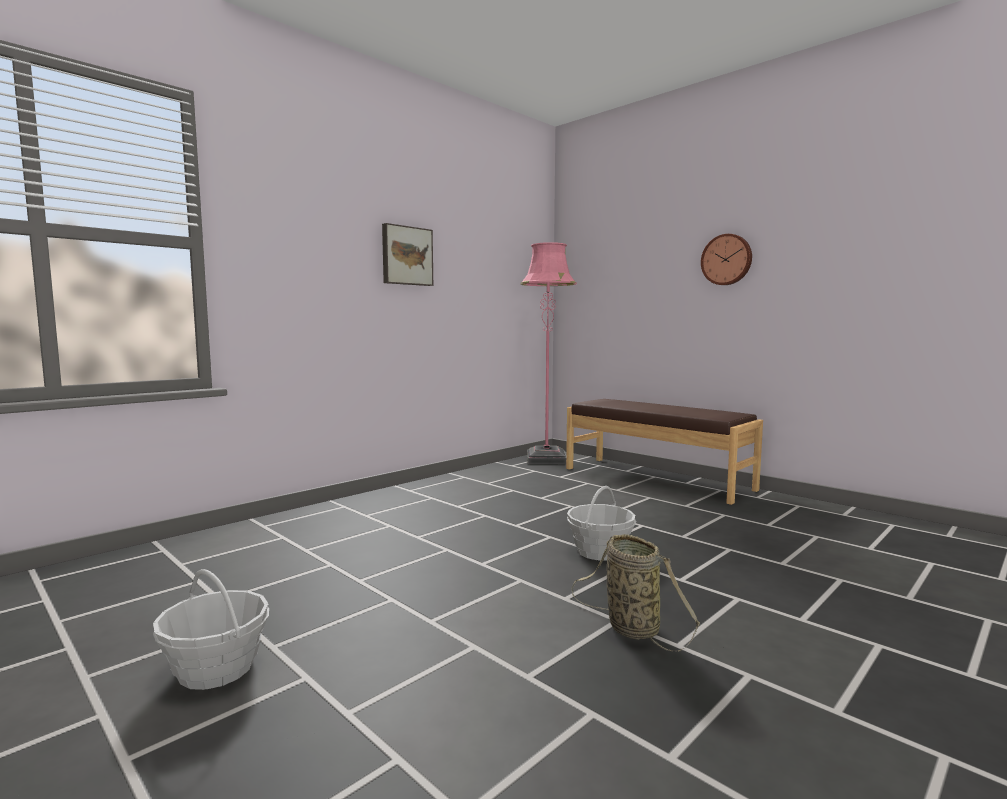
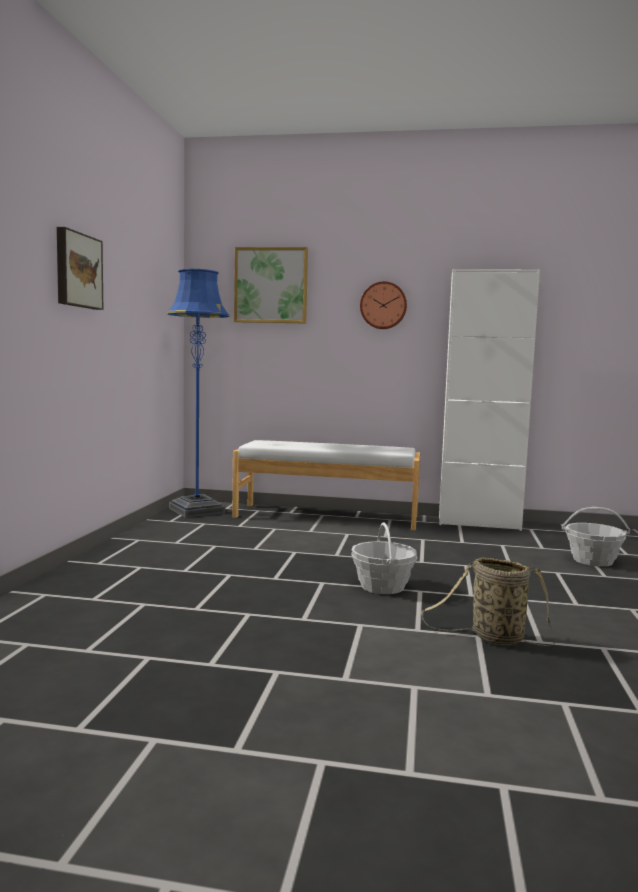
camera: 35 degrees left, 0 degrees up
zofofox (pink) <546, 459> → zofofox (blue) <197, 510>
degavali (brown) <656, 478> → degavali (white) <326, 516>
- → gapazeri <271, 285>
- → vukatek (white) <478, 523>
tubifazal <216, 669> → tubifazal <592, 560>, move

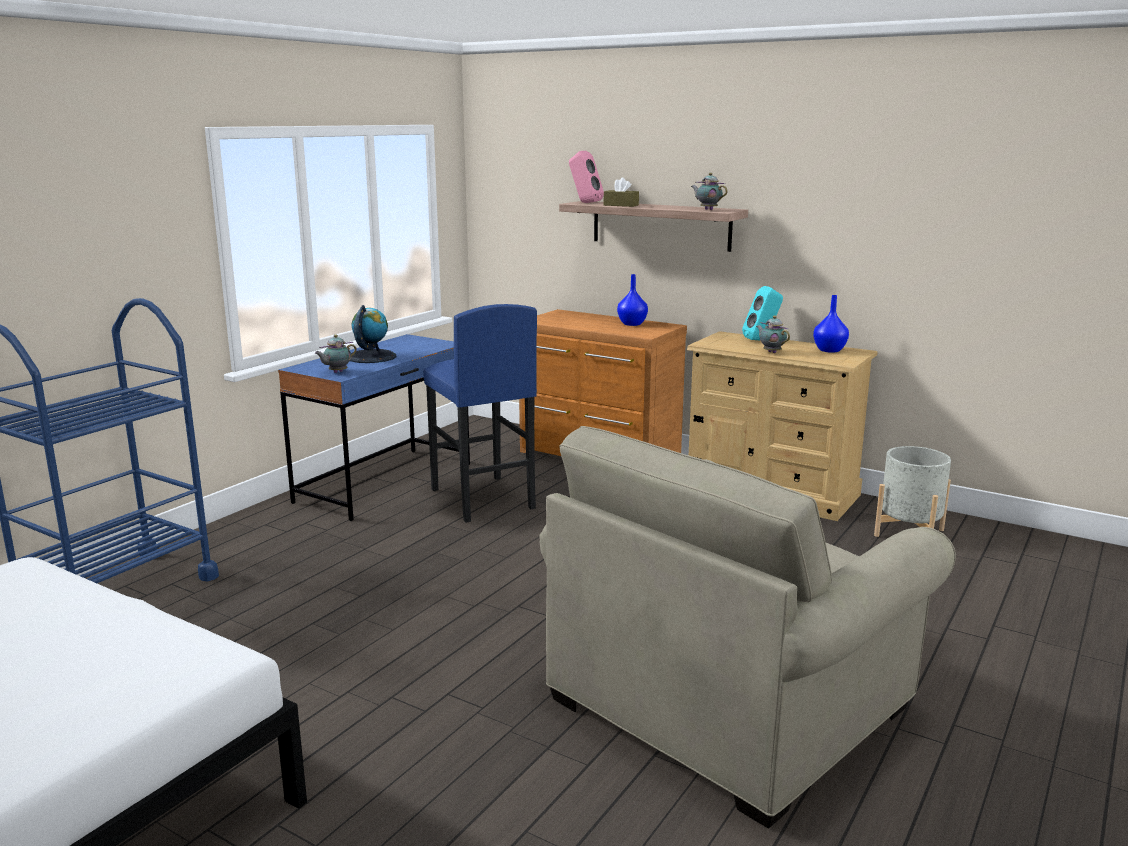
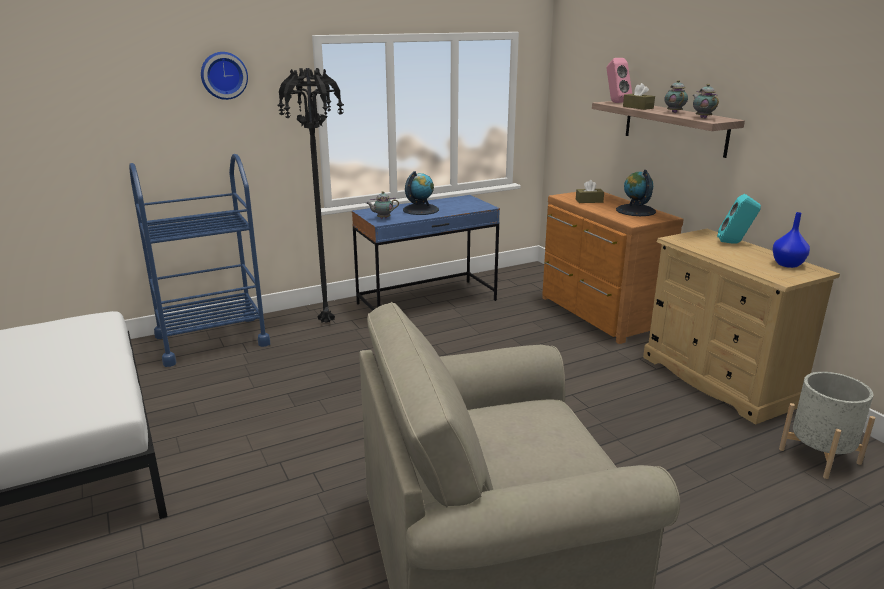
camera: 30 degrees right, 5 degrees up
- → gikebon <223, 75>
- → zofofox (black) <325, 322>
- → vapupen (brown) <589, 201>
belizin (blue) <631, 324> → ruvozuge <635, 210>
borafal <771, 352> → borafal <674, 112>, move
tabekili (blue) <482, 499> → -

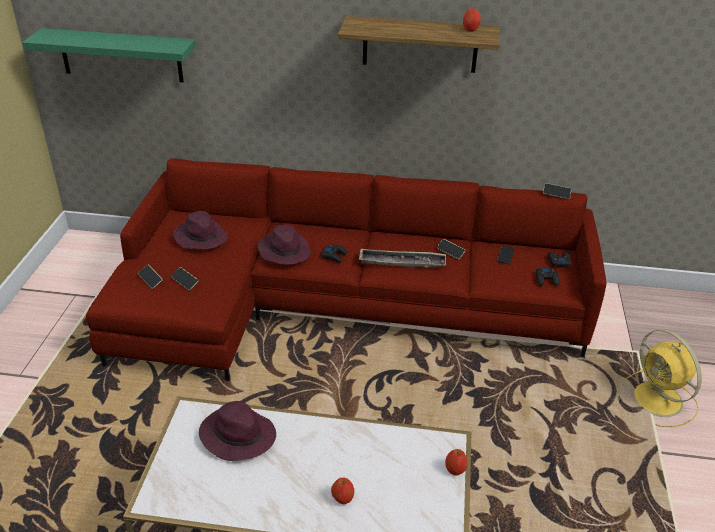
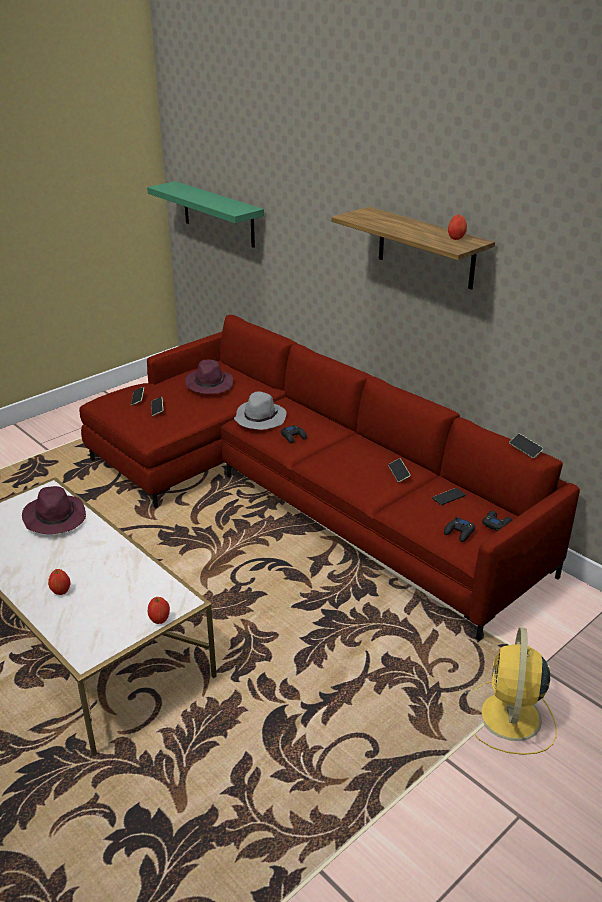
camera: 40 degrees right, 5 degrees down
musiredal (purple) <284, 251> → musiredal (grey) <259, 418>
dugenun <402, 262> → -

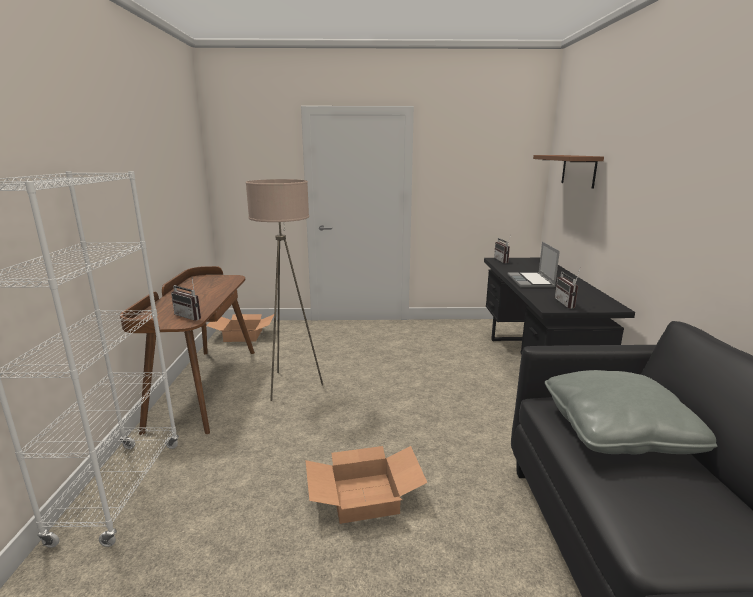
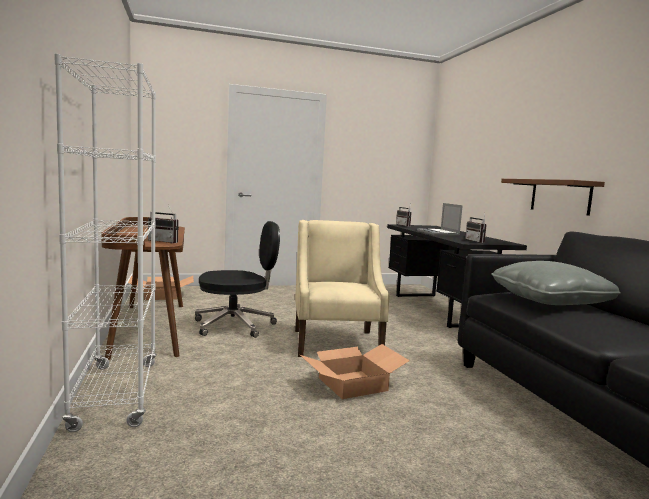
camera: 15 degrees left, 10 degrees down
zofofox (beige) <290, 385> → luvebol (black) <236, 325>
- → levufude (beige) <336, 343>
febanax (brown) <578, 170> → febanax (brown) <560, 196>, move

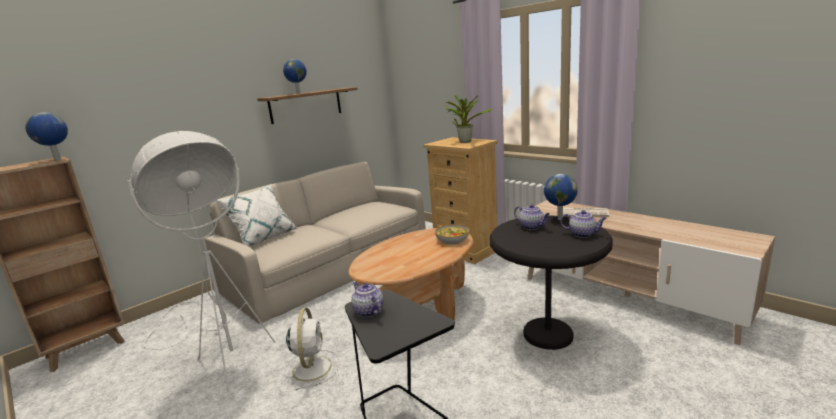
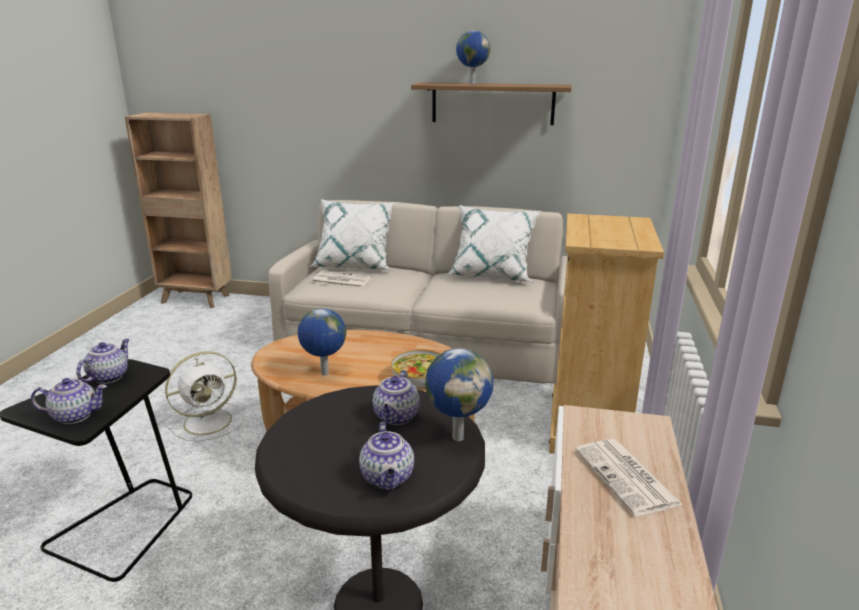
camera: 55 degrees right, 5 degrees up
- → borafal <74, 416>
ruvozuge <58, 160> → ruvozuge <324, 373>, move
- → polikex <340, 280>
- → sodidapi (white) <492, 275>
zofofox (white) <219, 351> → -
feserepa <465, 141> → -

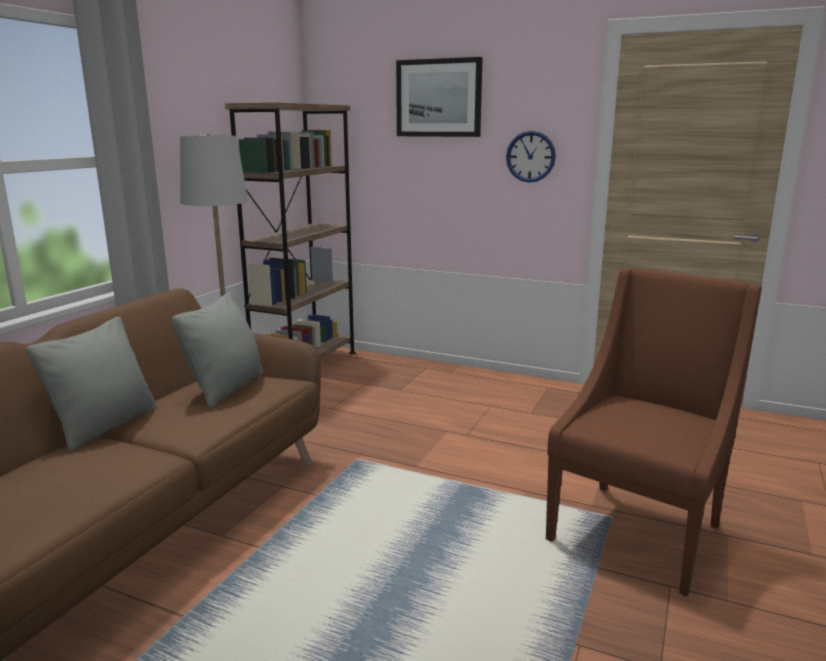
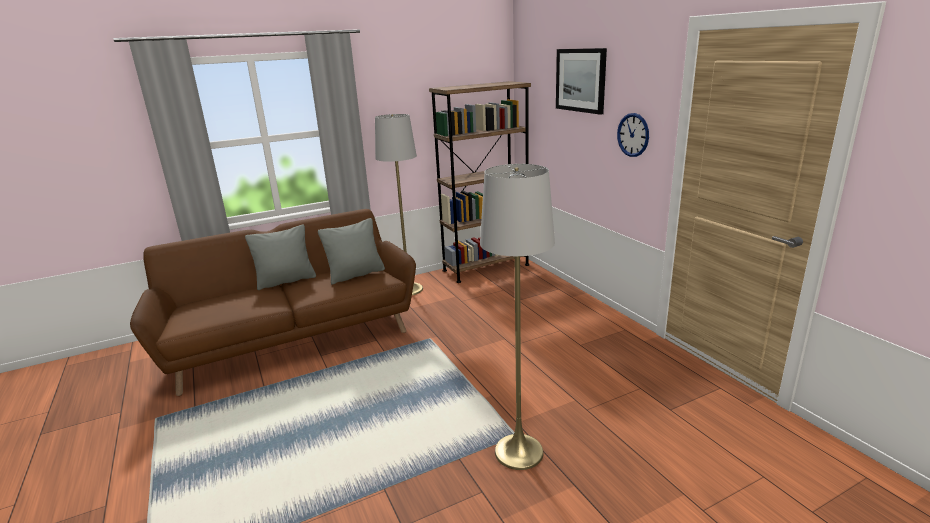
camera: 40 degrees right, 5 degrees up
levufude (brown) <638, 531> → zofofox (grey) <519, 452>

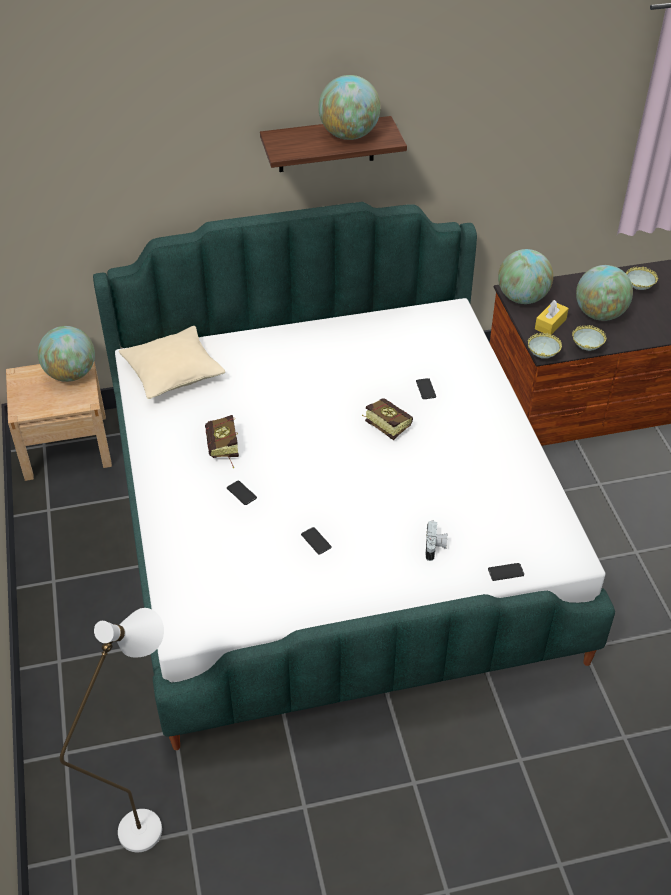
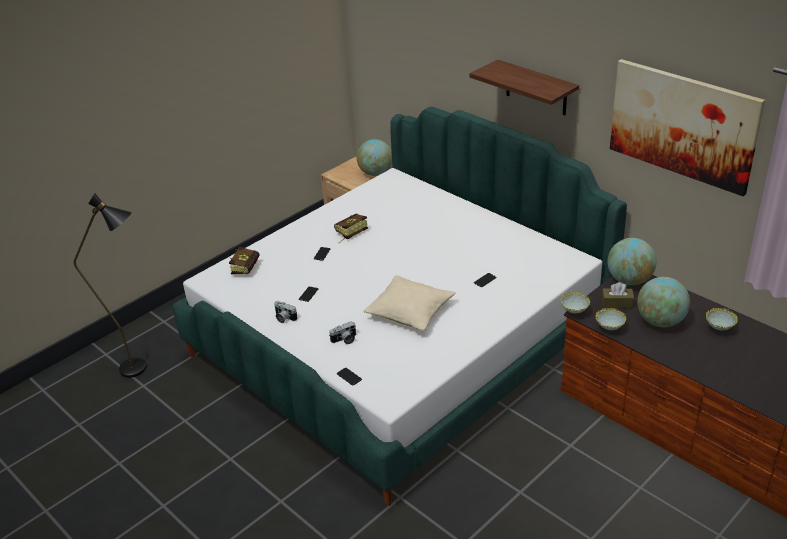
camera: 60 degrees right, 10 degrees down
zofofox (white) <152, 819> → zofofox (black) <142, 369>
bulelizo <384, 424> → bulelizo <247, 267>, move
- → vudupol <284, 318>
sodidapi (beige) <173, 372> → sodidapi (beige) <410, 312>, move
vapupen (yellow) <550, 324> → vapupen (brown) <617, 303>
- → gapazeri <682, 125>
ruvozuge <349, 135> → -

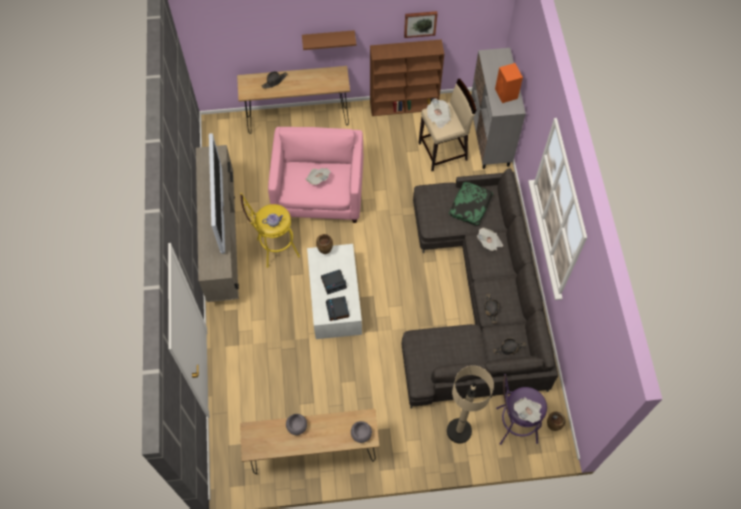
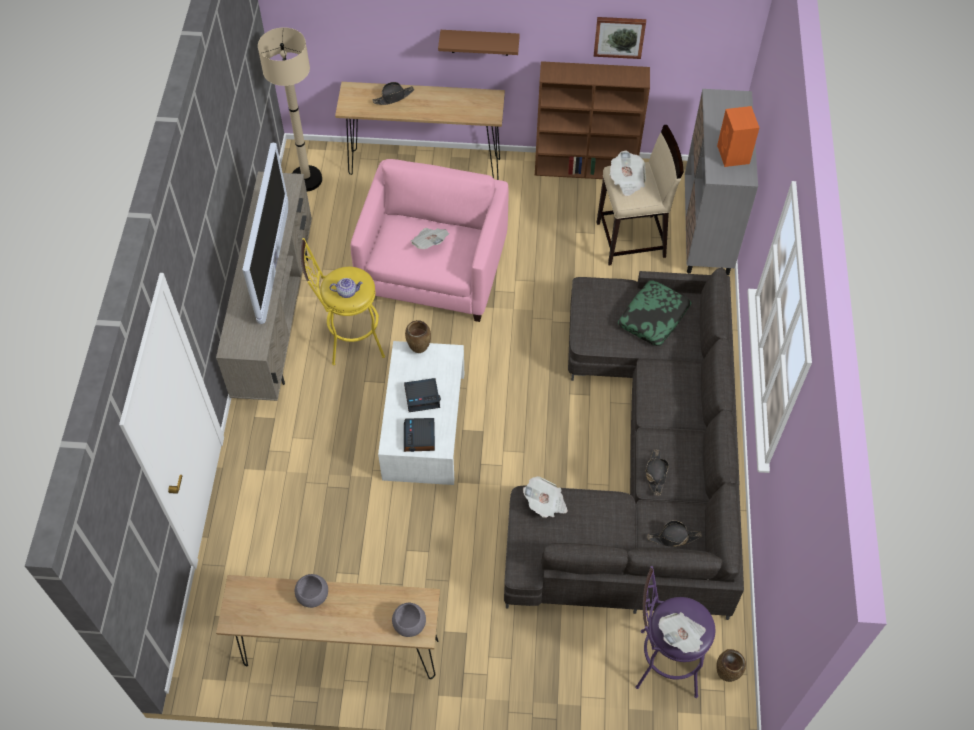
camera: 10 degrees right, 5 degrees down
zofofox (beige) <459, 431> → zofofox (beige) <306, 179>, move
polikex <489, 243> → polikex <545, 503>, move

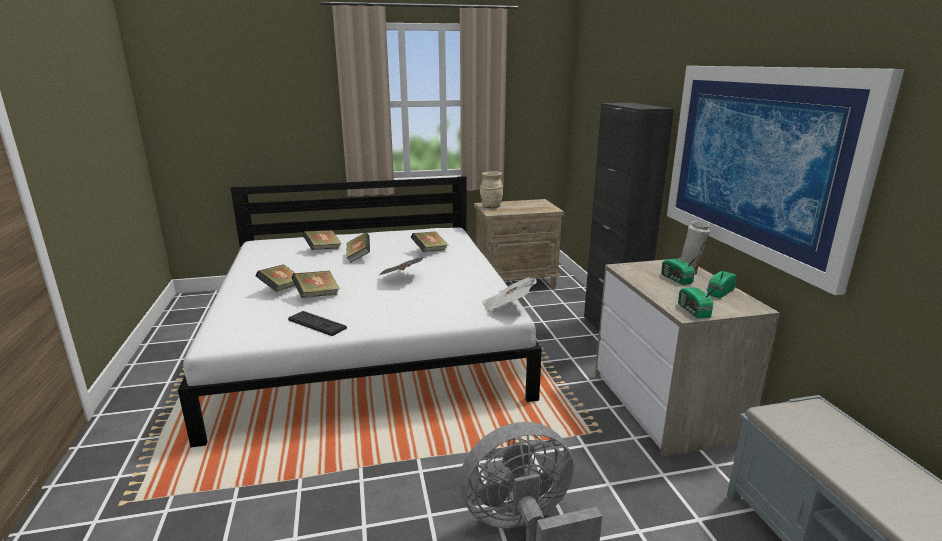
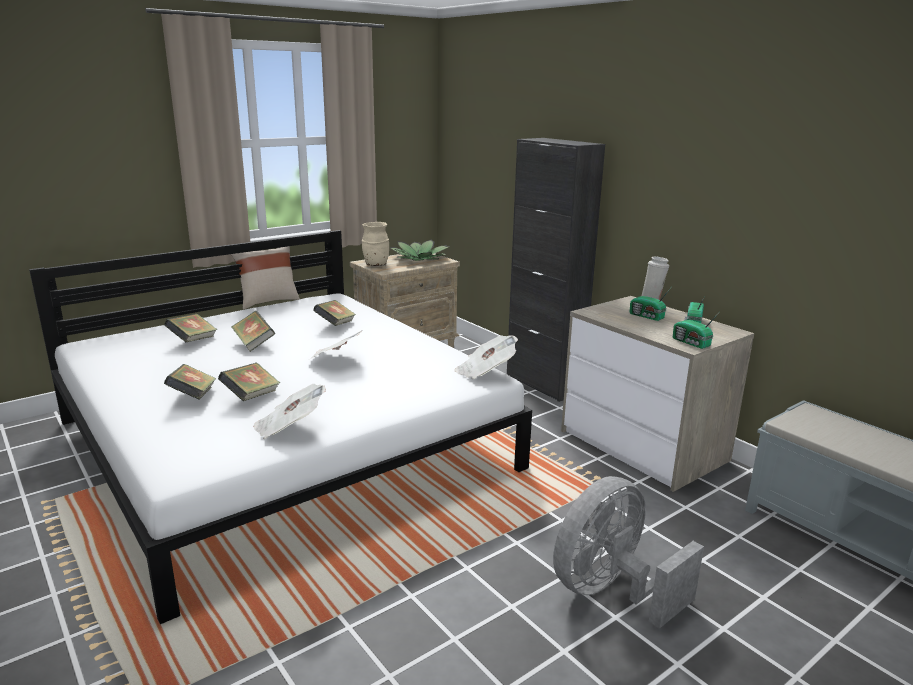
camera: 25 degrees left, 0 degrees up
- → sodidapi (beige) <268, 301>
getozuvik <317, 324> → polikex <289, 428>
- → feserepa <420, 258>
gapazeri <757, 162> → -

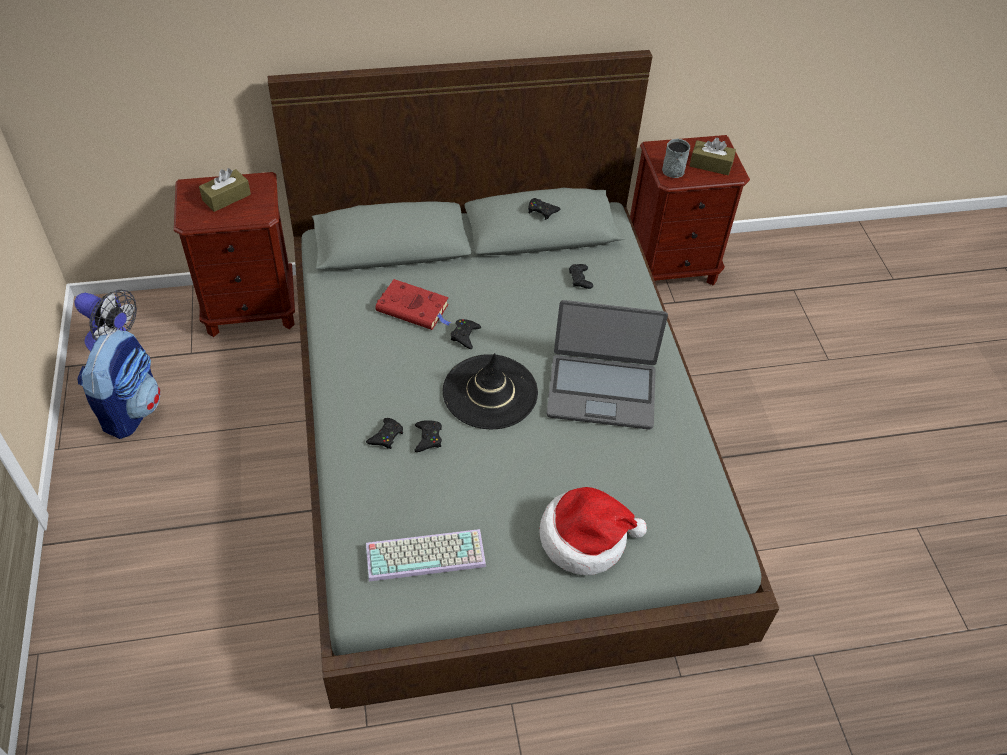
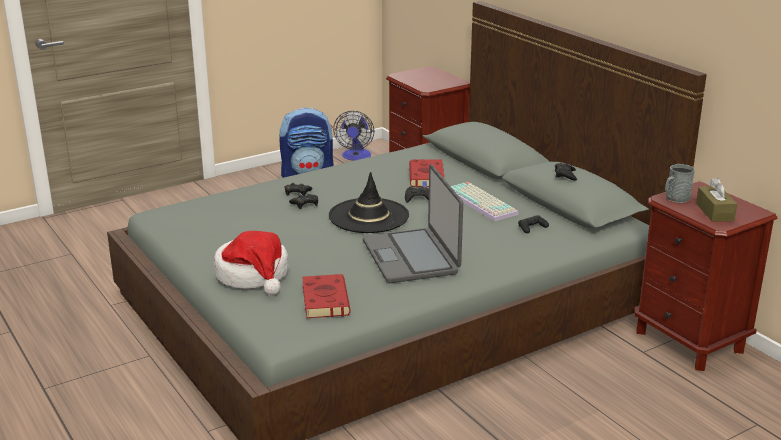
camera: 70 degrees right, 25 degrees down
- → bulelizo (red) <325, 299>
getozuvik <427, 553> → getozuvik <482, 202>, move
vapupen (brown) <226, 197> → -

